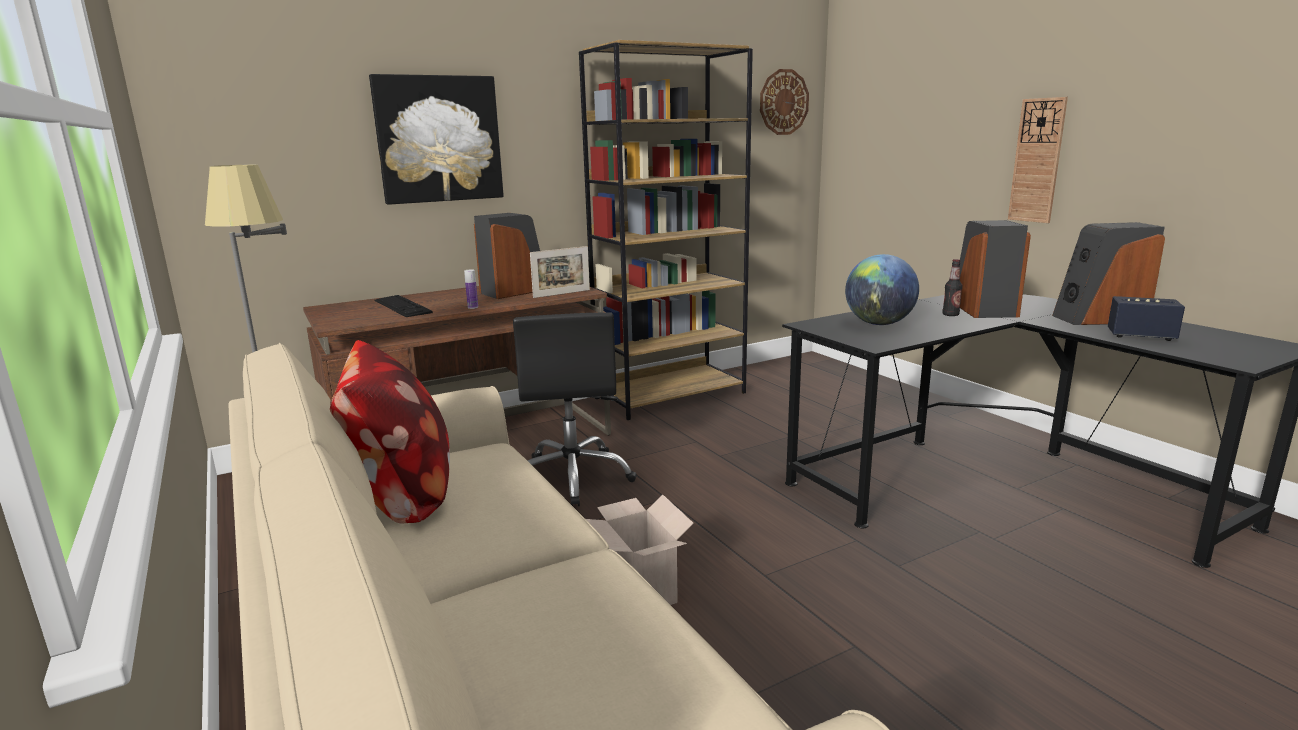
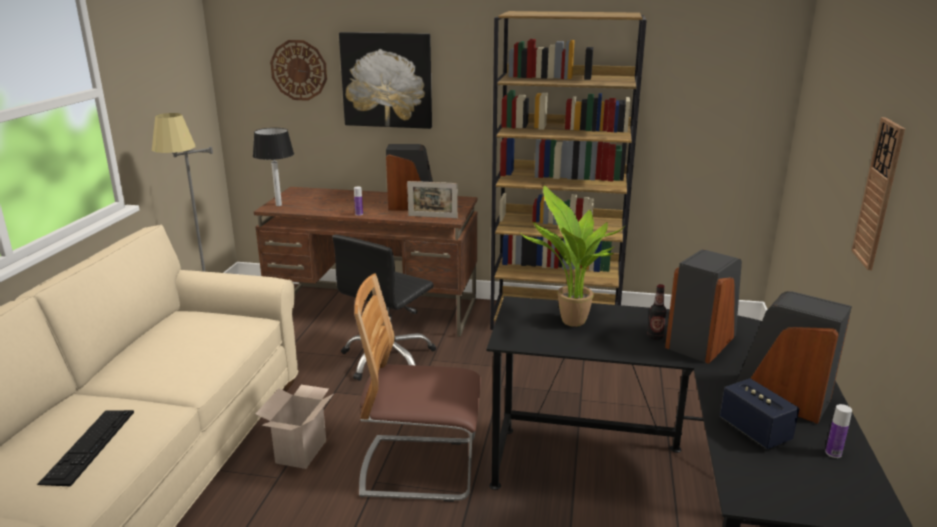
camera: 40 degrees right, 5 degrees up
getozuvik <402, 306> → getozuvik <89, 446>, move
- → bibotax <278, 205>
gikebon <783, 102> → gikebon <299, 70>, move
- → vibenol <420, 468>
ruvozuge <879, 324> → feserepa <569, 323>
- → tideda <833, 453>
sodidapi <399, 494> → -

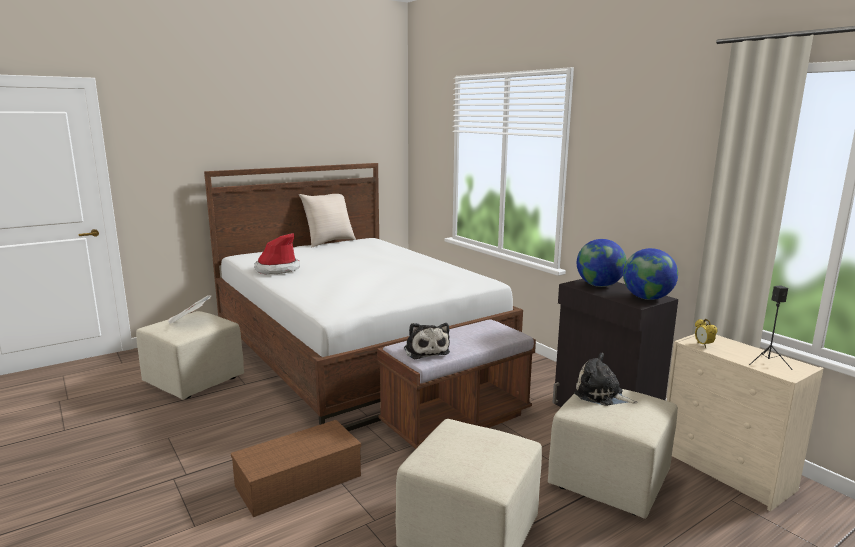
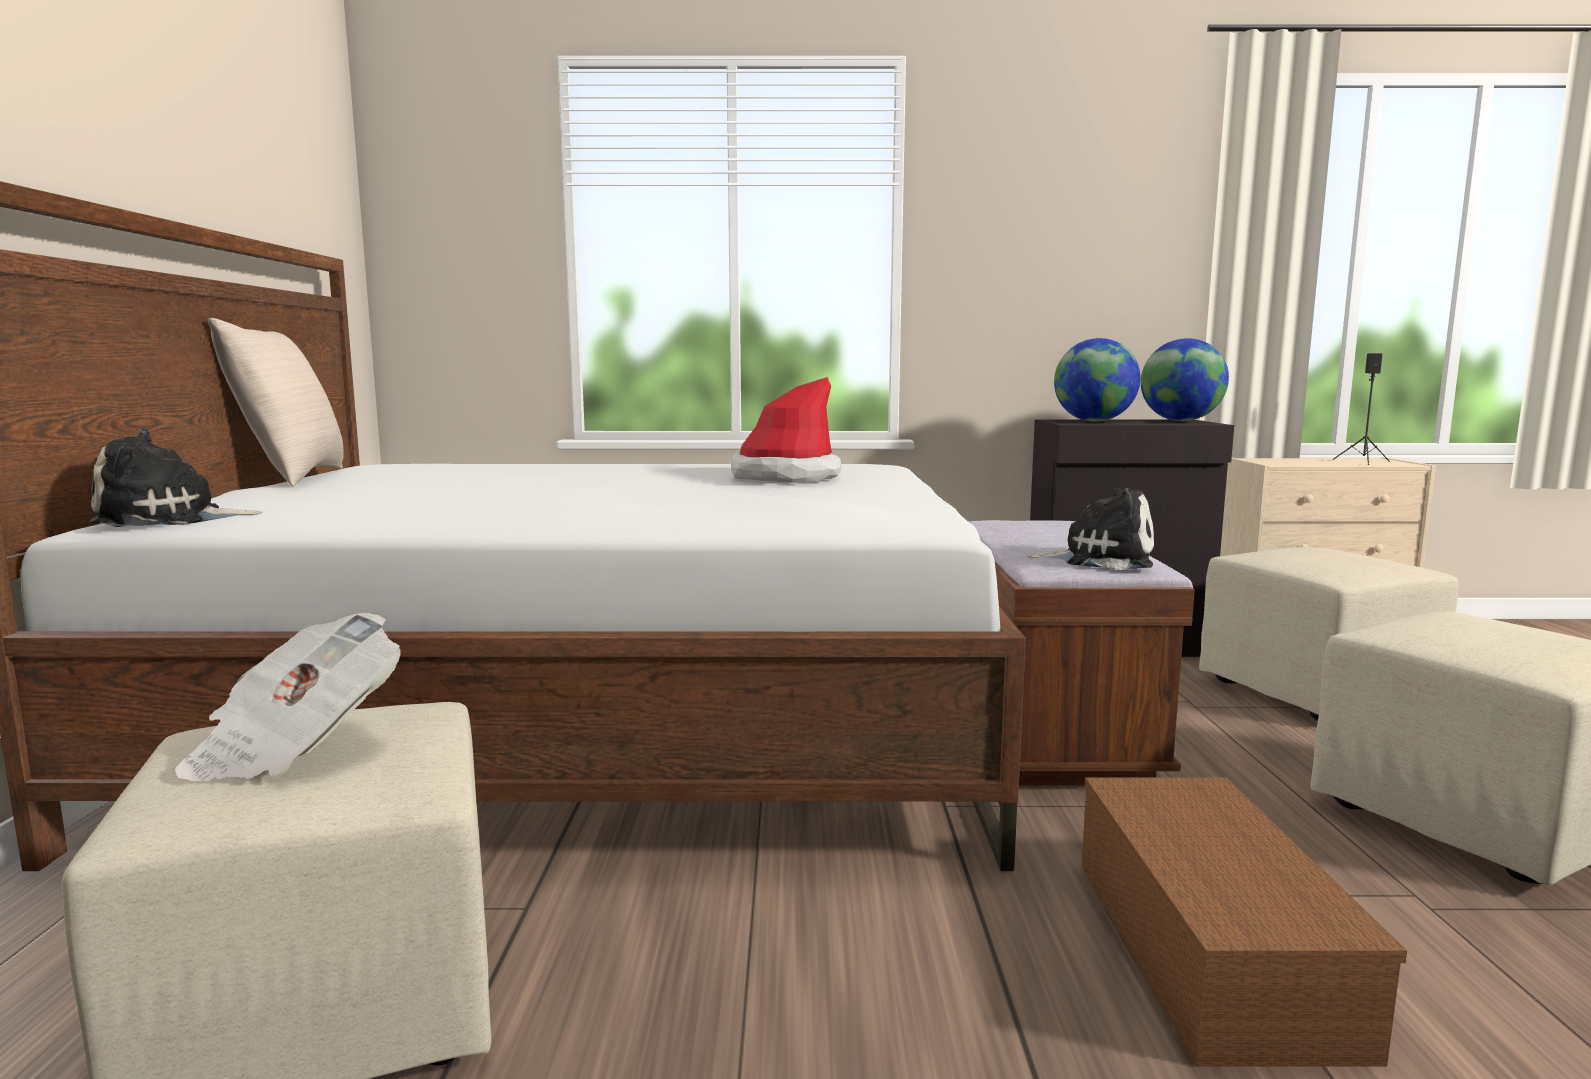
camera: 55 degrees left, 5 degrees down
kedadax <601, 395> → kedadax <168, 519>, move
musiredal <277, 269> → musiredal <786, 477>, move
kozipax <703, 345> → -

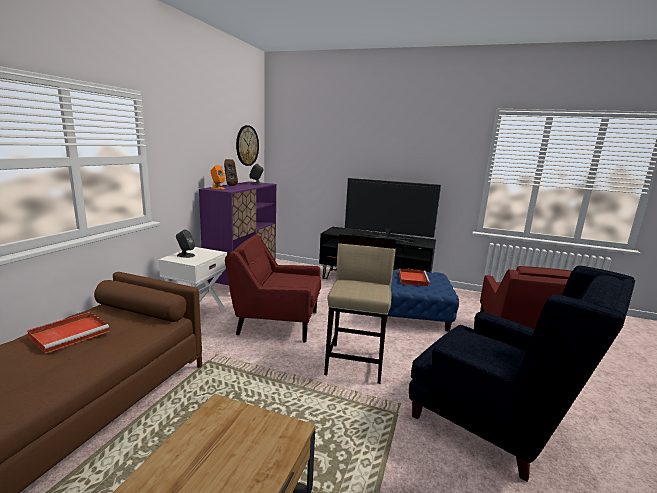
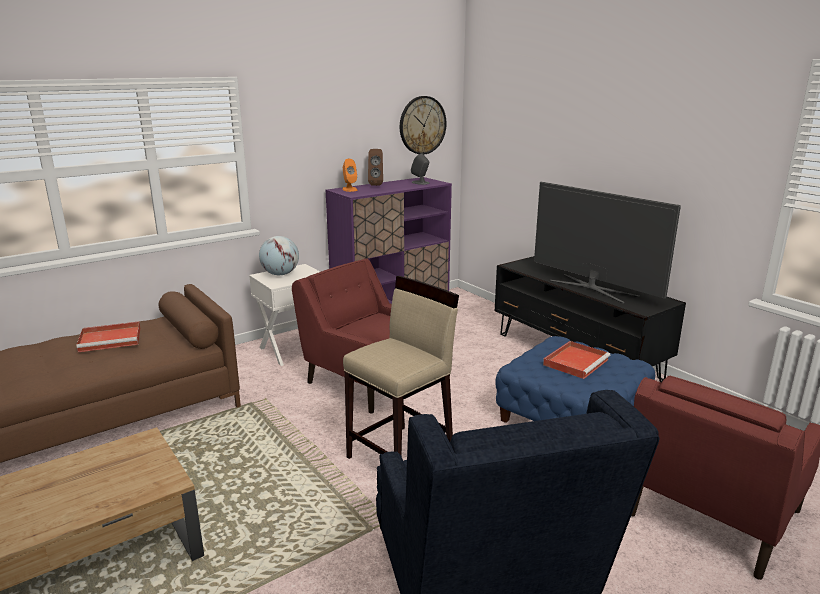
camera: 35 degrees right, 5 degrees up
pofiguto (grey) <185, 255> → ruvozuge <280, 274>

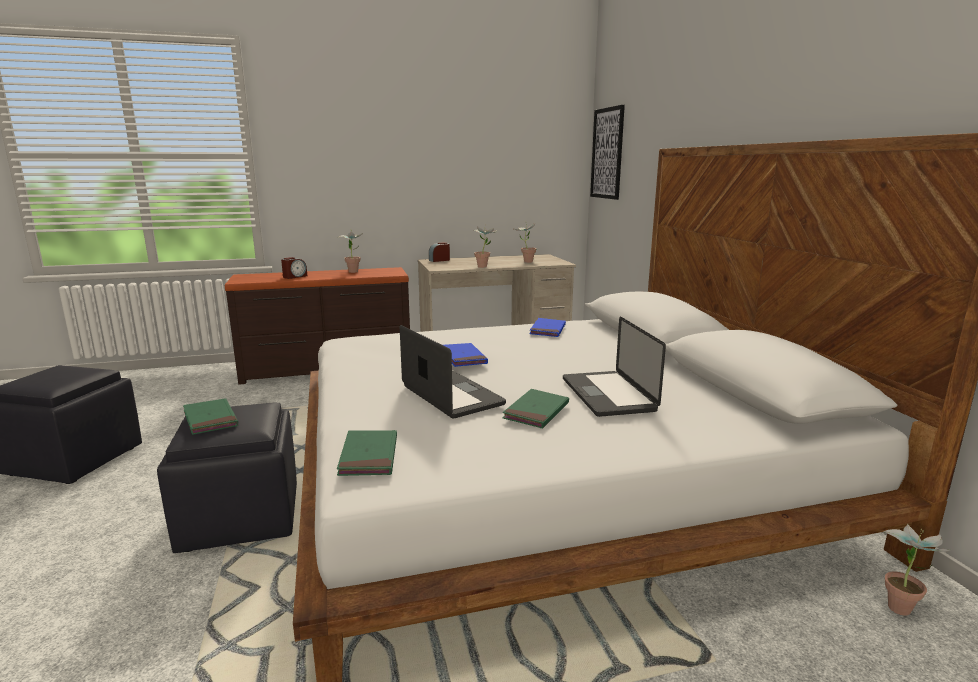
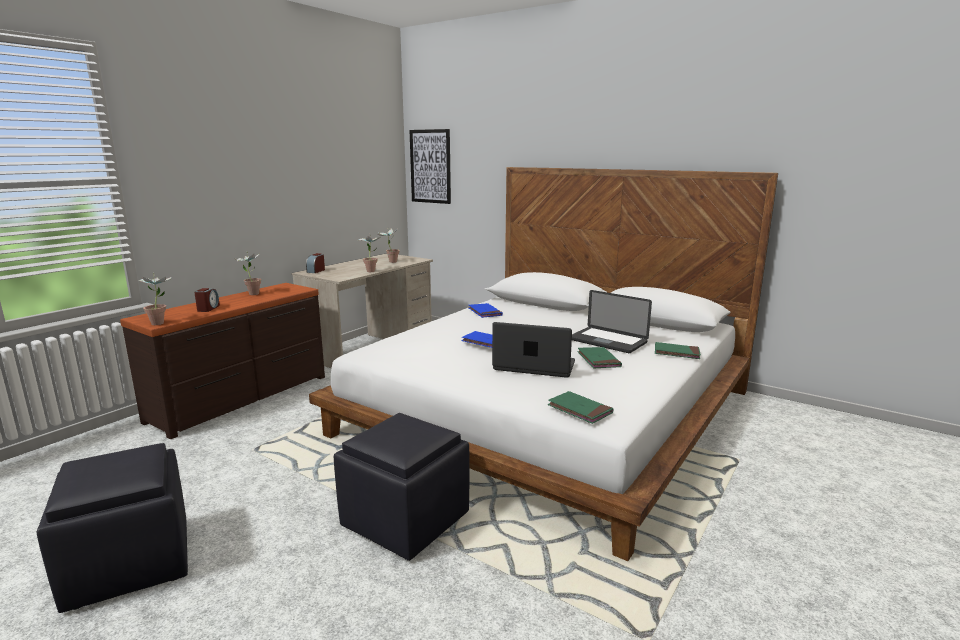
camera: 40 degrees left, 0 degrees up
feserepa <902, 605> → feserepa <161, 322>, move
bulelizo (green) <210, 419> → bulelizo (green) <676, 353>, move

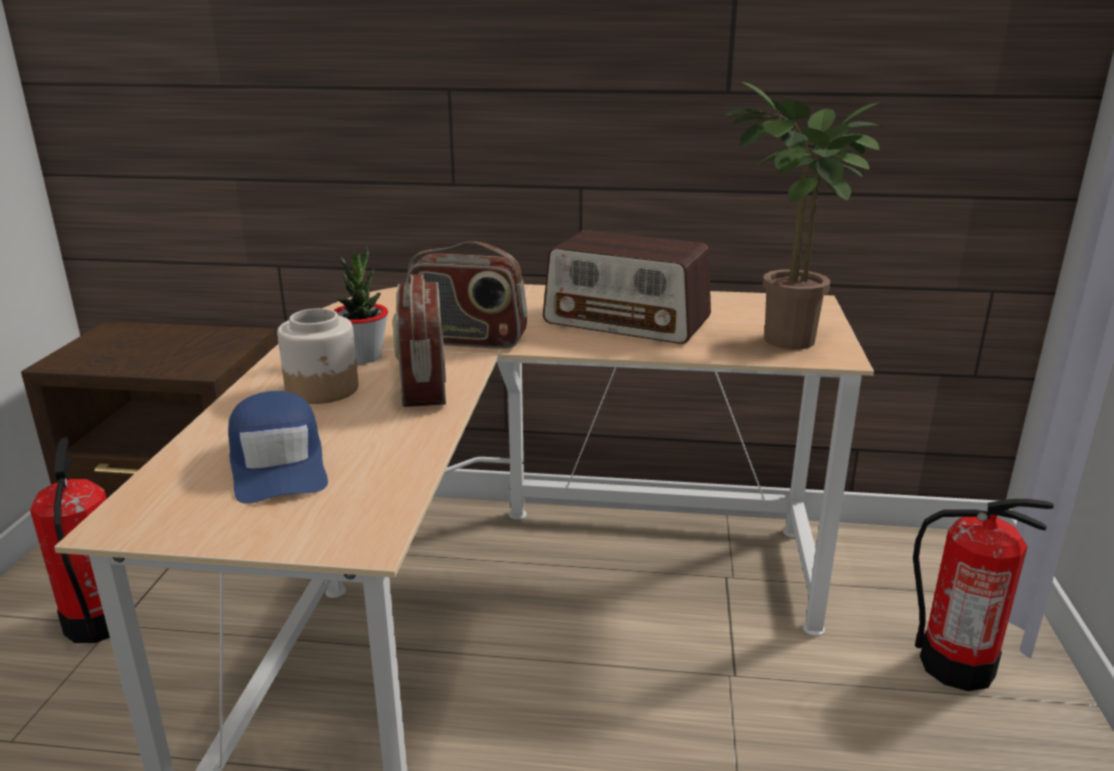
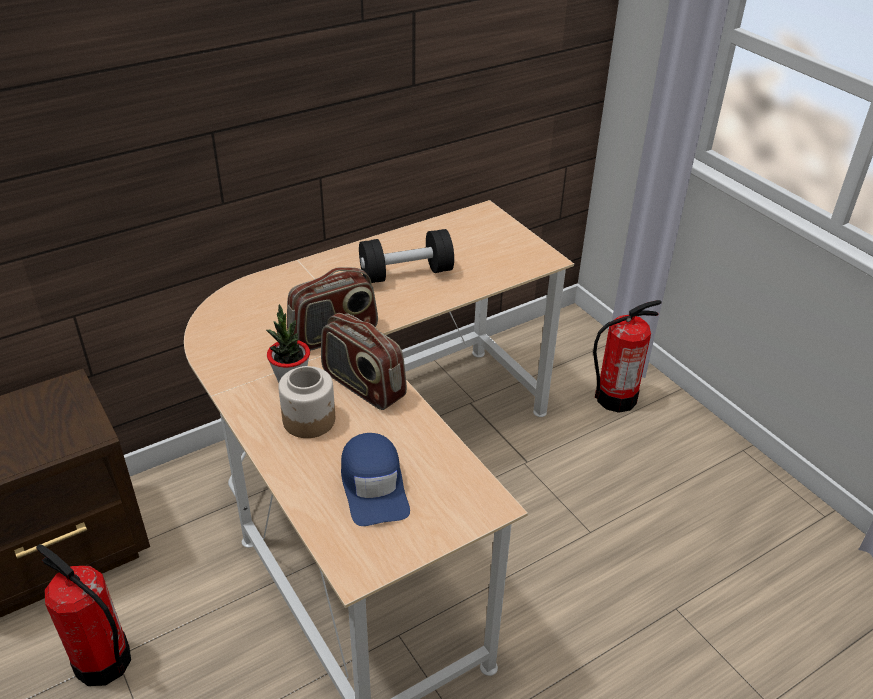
camera: 40 degrees left, 15 degrees up
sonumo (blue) <278, 463> → sonumo (blue) <374, 486>, 45 degrees clockwise
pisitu <627, 321> → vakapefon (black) <406, 273>
feserepa <787, 343> → -

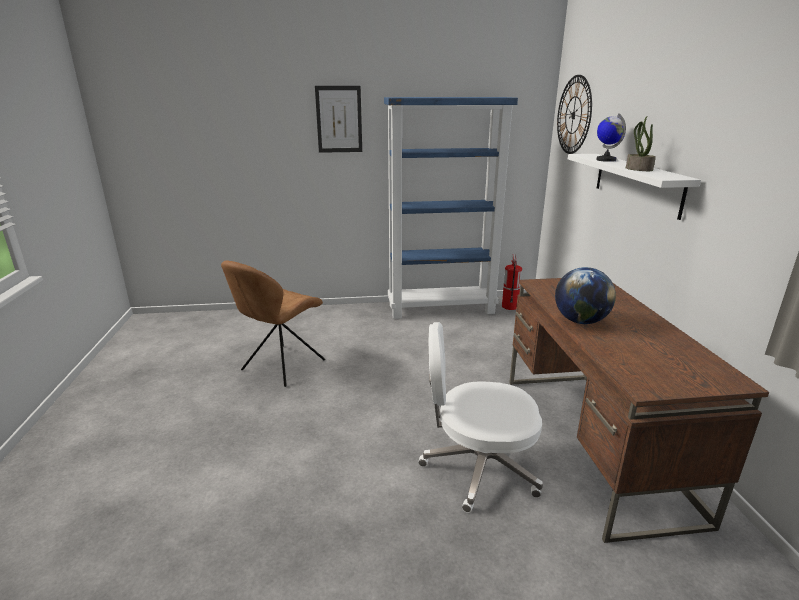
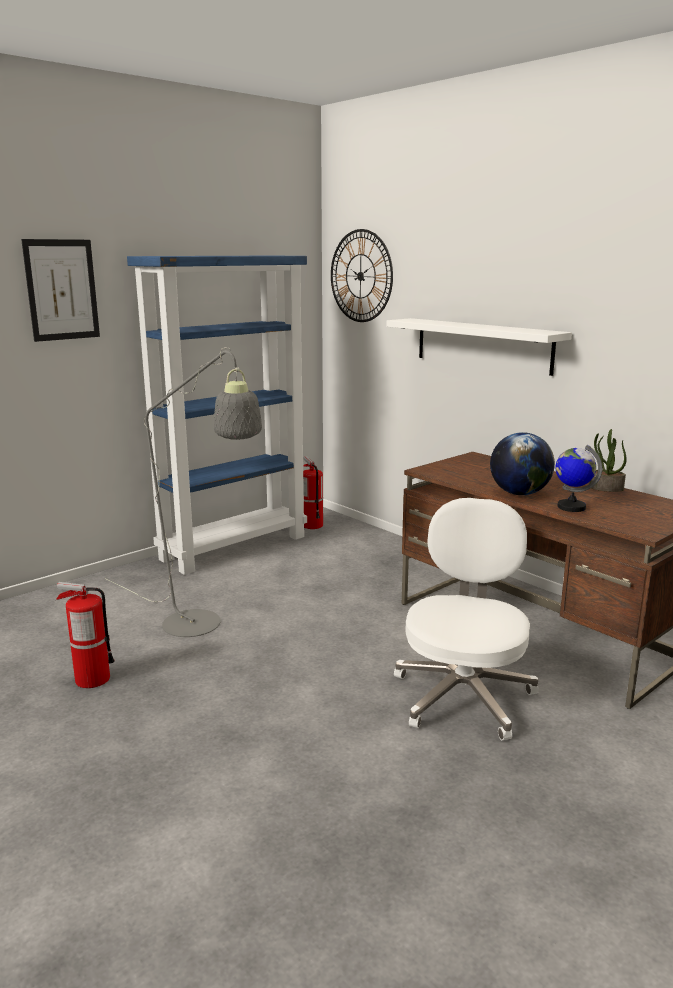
camera: 35 degrees left, 5 degrees down
vibenol (brown) <281, 366> → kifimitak <92, 679>
- → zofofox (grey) <202, 628>
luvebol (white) <478, 467> → luvebol (white) <463, 695>, 135 degrees clockwise
ruvozuge <606, 160> → ruvozuge <571, 507>, move
feserepa <638, 169> → feserepa <605, 488>, move

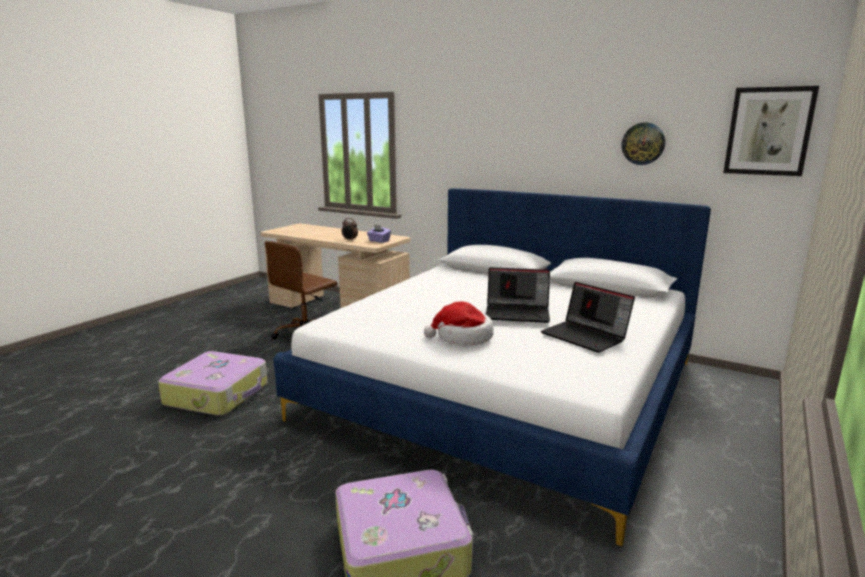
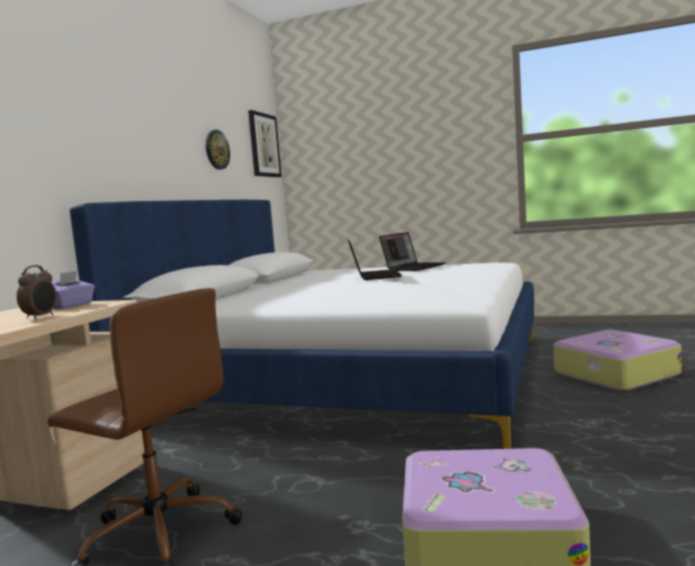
camera: 100 degrees left, 10 degrees down
musiredal <463, 337> → -

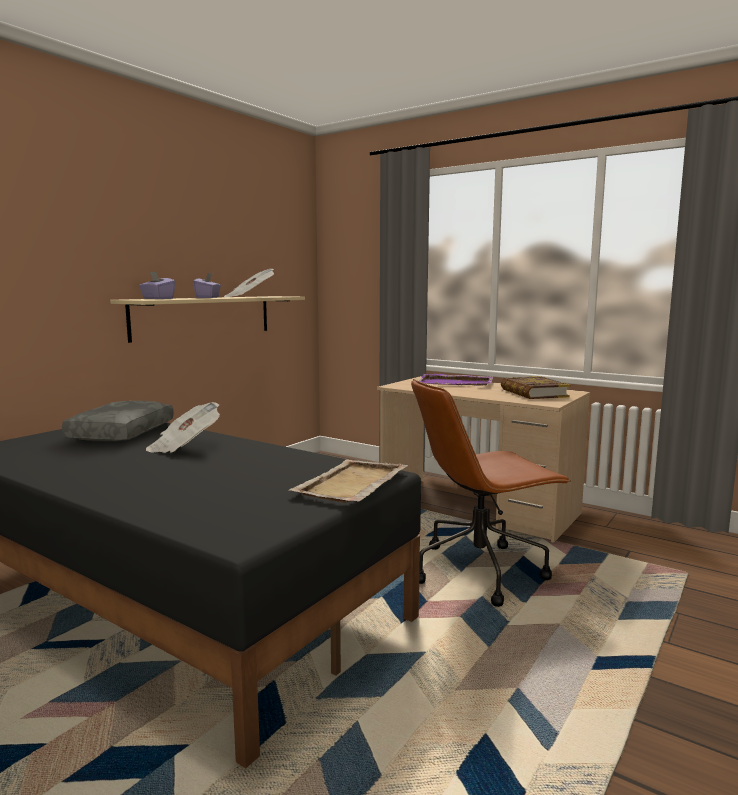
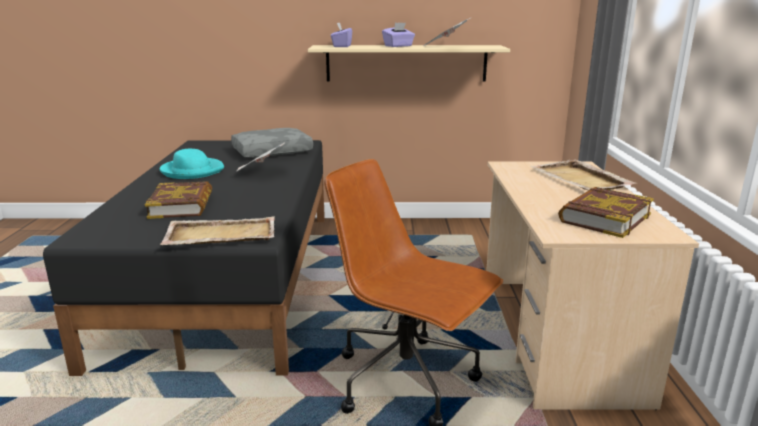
camera: 55 degrees right, 10 degrees up
- → bulelizo <182, 205>
- → musiredal (turquoise) <192, 171>
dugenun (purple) <456, 383> → dugenun (beige) <580, 179>

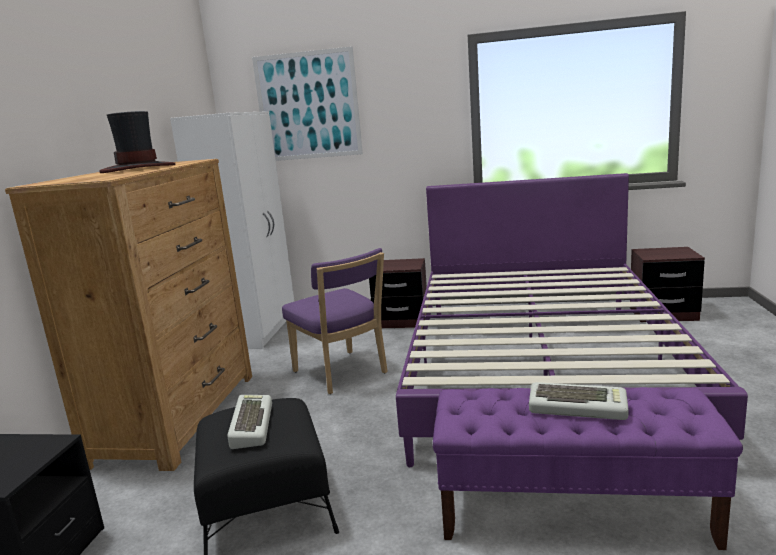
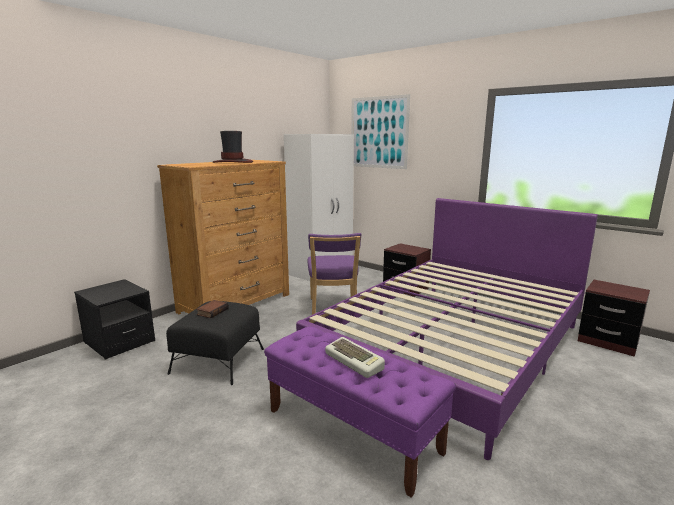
camera: 30 degrees right, 0 degrees up
getozuvik <250, 425> → bulelizo <212, 311>

